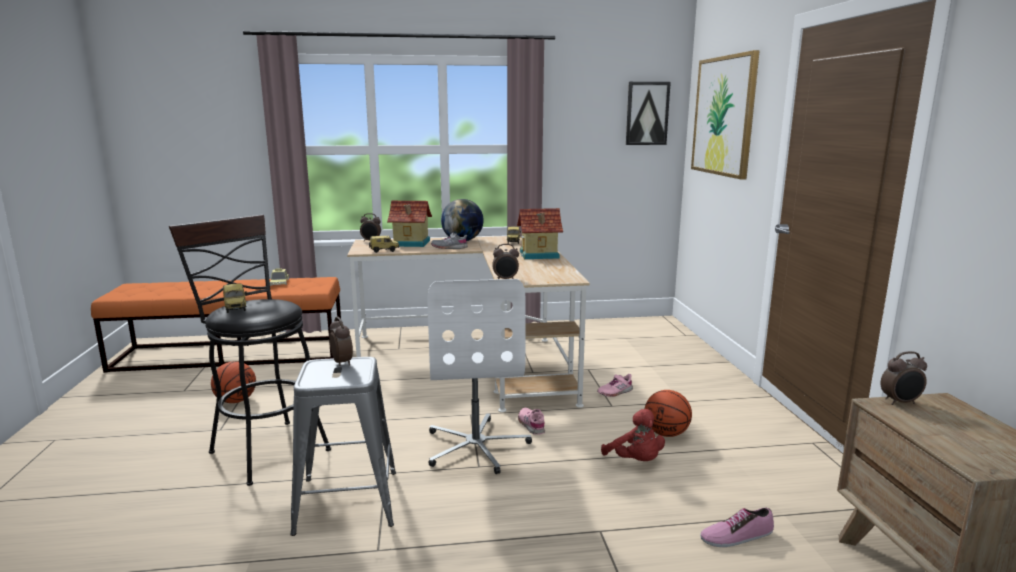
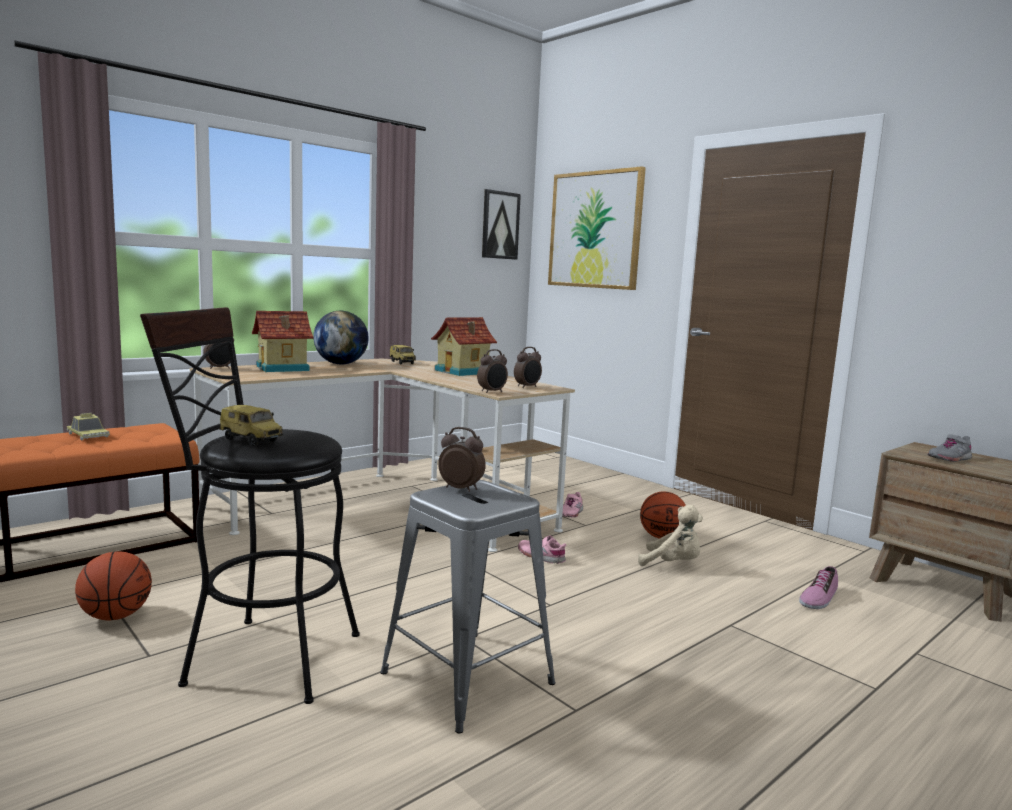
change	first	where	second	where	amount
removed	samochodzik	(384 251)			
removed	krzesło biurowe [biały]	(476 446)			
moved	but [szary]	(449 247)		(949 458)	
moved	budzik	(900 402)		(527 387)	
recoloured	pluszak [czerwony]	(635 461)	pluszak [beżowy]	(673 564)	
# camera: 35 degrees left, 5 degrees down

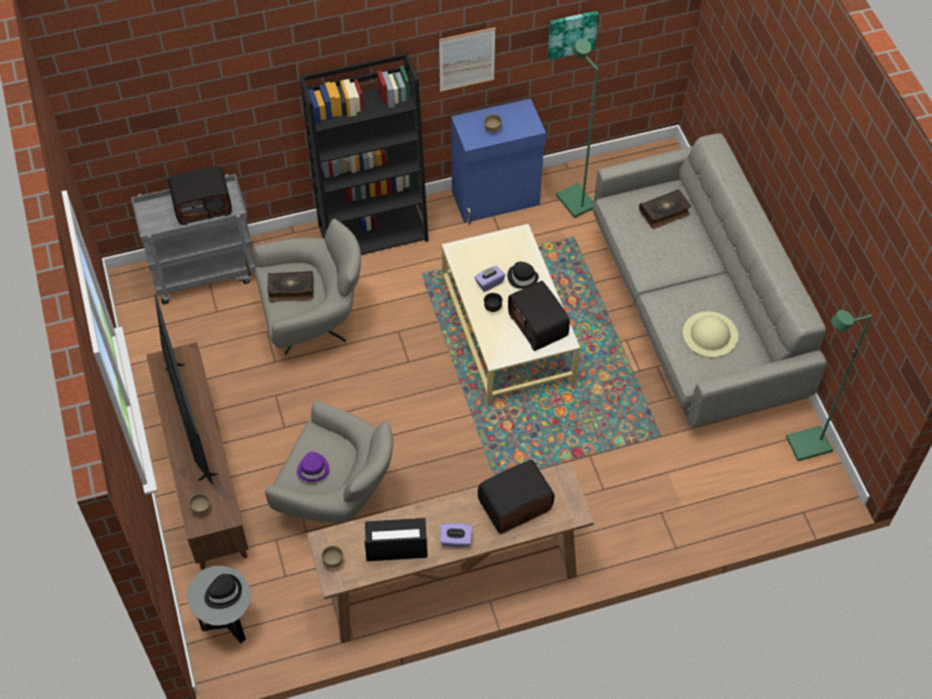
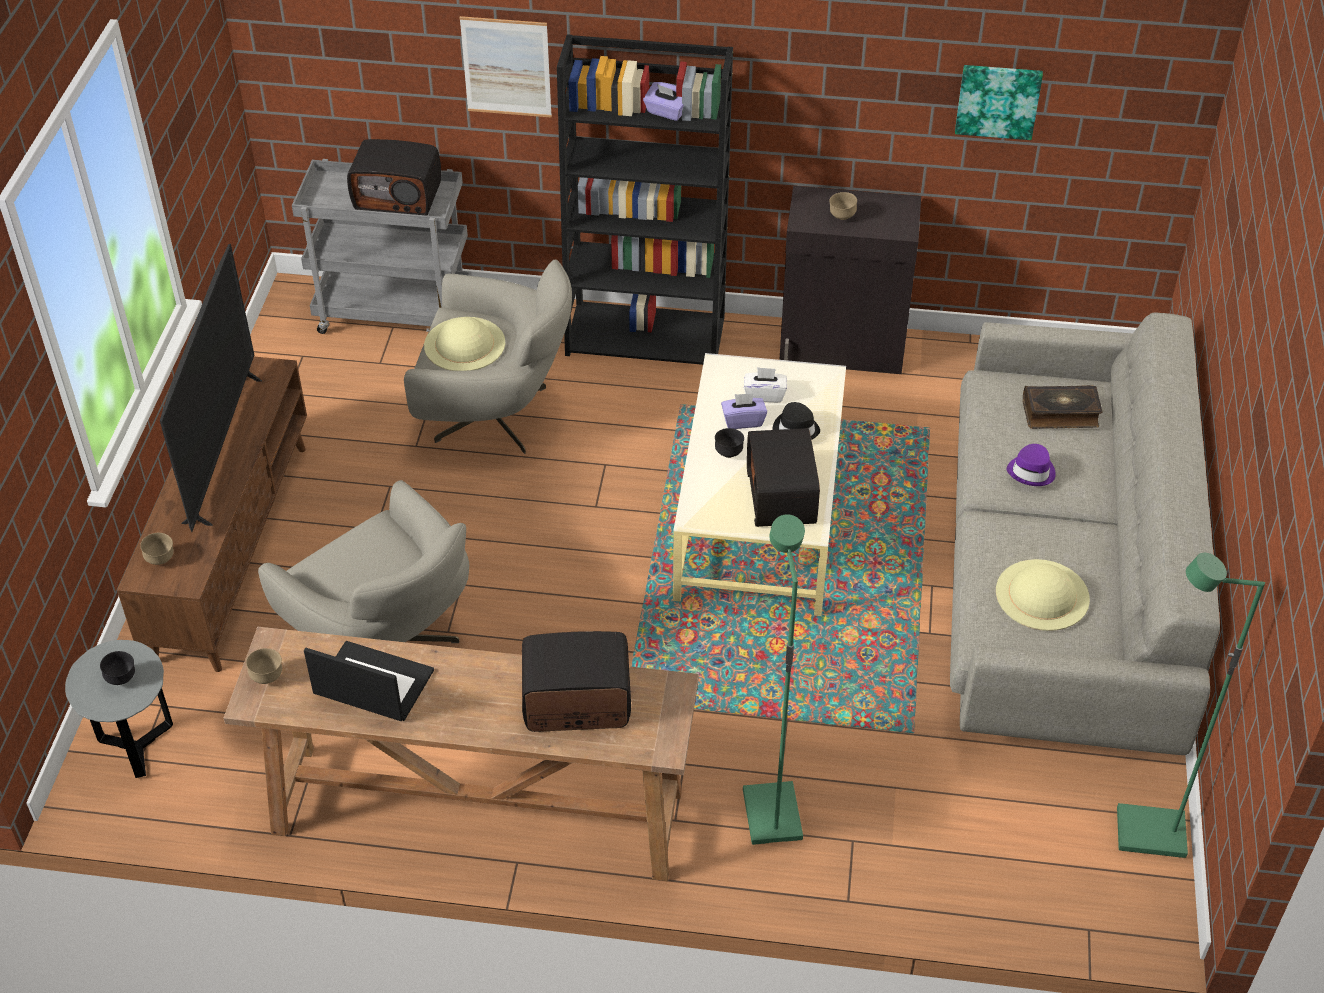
change	first	where	second	where	amount
added			pudełko chusteczek [biały]	(764 395)	
moved	kapelusz [fioletowy]	(313 469)		(1032 471)	
moved	obraz	(467 59)		(506 67)	
moved	pudełko chusteczek [fioletowy]	(455 540)		(666 112)	
moved	lampa stojąca [zielony]	(574 202)		(770 814)	
replaced	kapelusz [czarny]	(223 592)	miska [czarny]	(122 679)	
replaced	książka	(291 290)	kapelusz [beżowy]	(464 344)	
recoloured	szafka [niebieski]	(496 199)	szafka [czarny]	(843 348)	
# camera: 25 degrees right, 10 degrees down

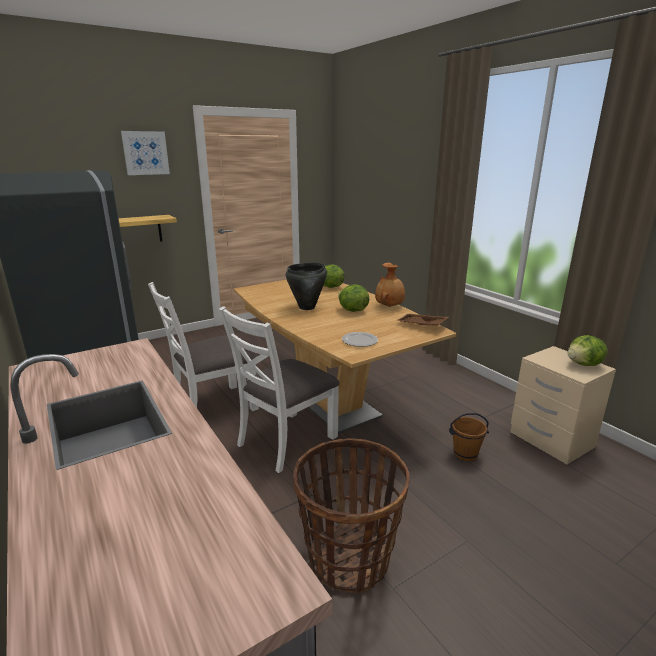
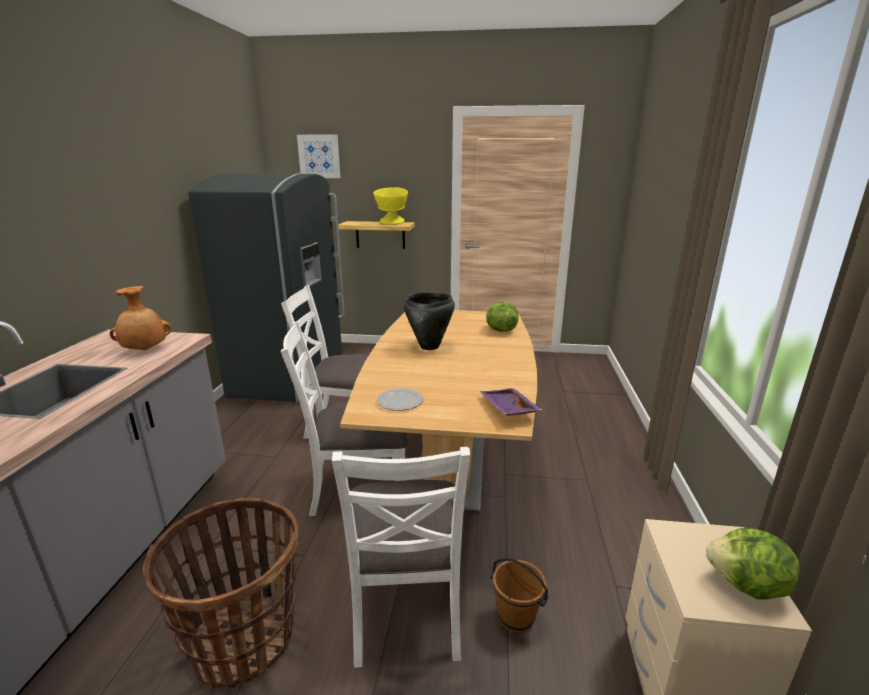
change	first	where	second	where	amount
removed	sałata	(352 310)			
added			krzesło [biały]	(406 606)	
added			miska [żółty]	(391 223)	
moved	obraz	(145 153)		(319 156)	
moved	wazon [brązowy]	(390 306)		(145 350)	
recoloured	taca [brązowy]	(421 325)	taca [fioletowy]	(507 409)	
# camera: 40 degrees right, 0 degrees up

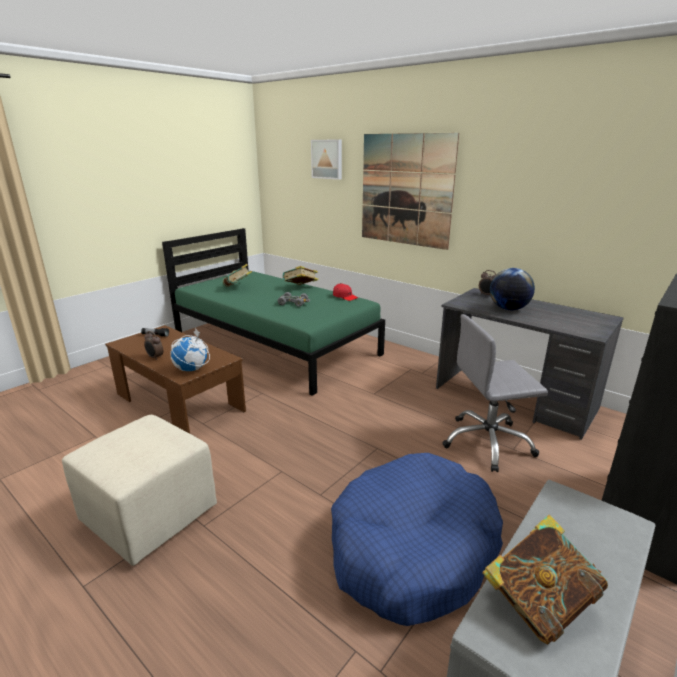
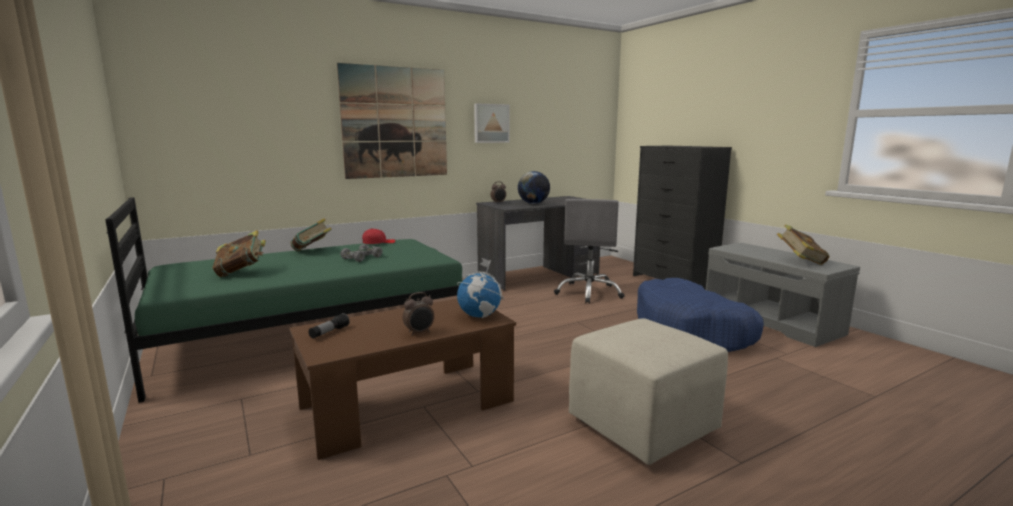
change	first	where	second	where	amount
moved	obraz	(327 159)		(491 123)	
# camera: 70 degrees left, 10 degrees down

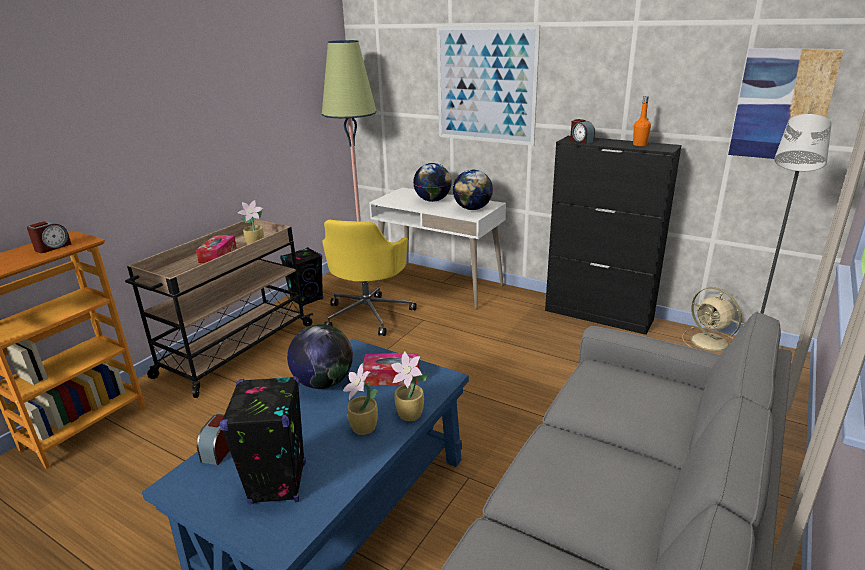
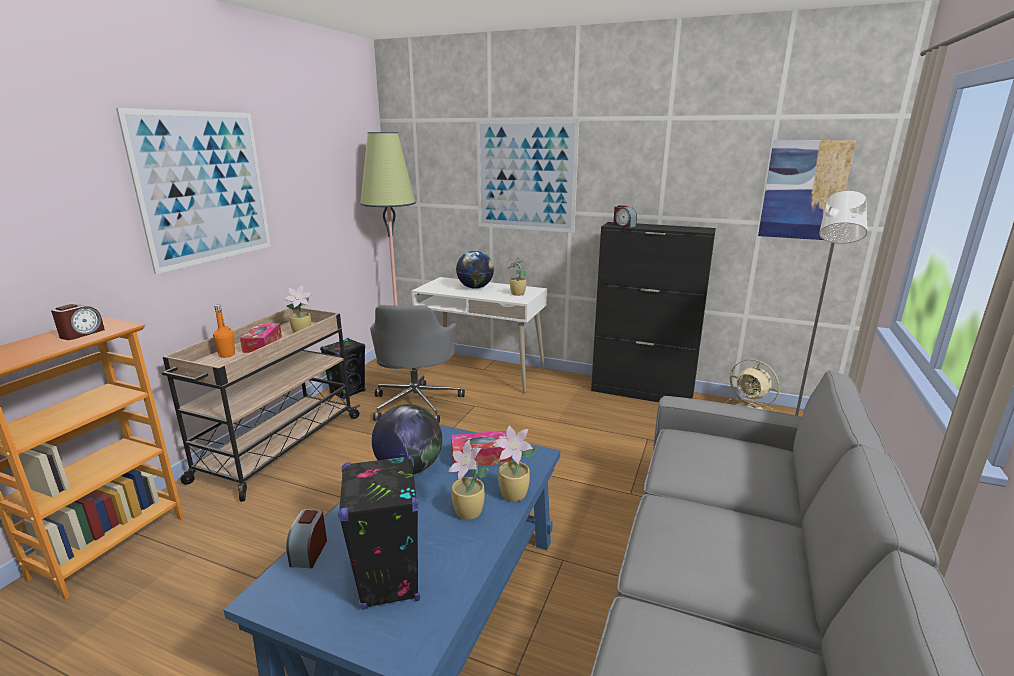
change	first	where	second	where	amount
added			obraz	(204 188)	
moved	butelka [pomarańczowy]	(639 145)		(227 355)	
replaced	globus	(472 209)	roślina doniczkowa	(517 294)	
recoloured	krzesło biurowe [żółty]	(369 314)	krzesło biurowe [szary]	(417 403)	
# camera: 10 degrees left, 5 degrees down

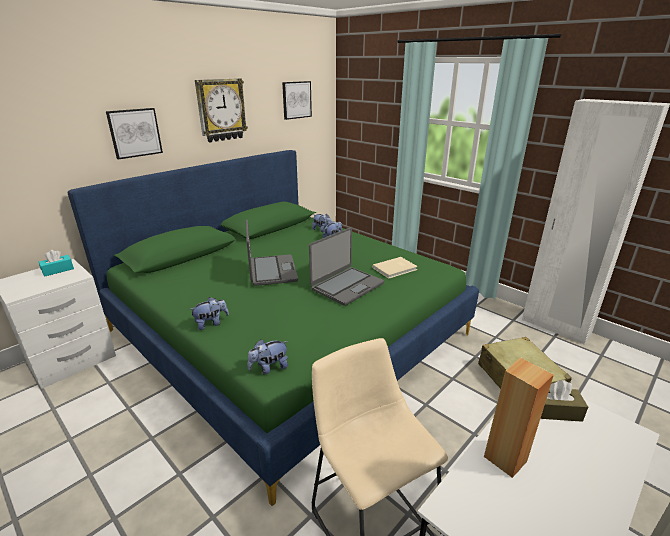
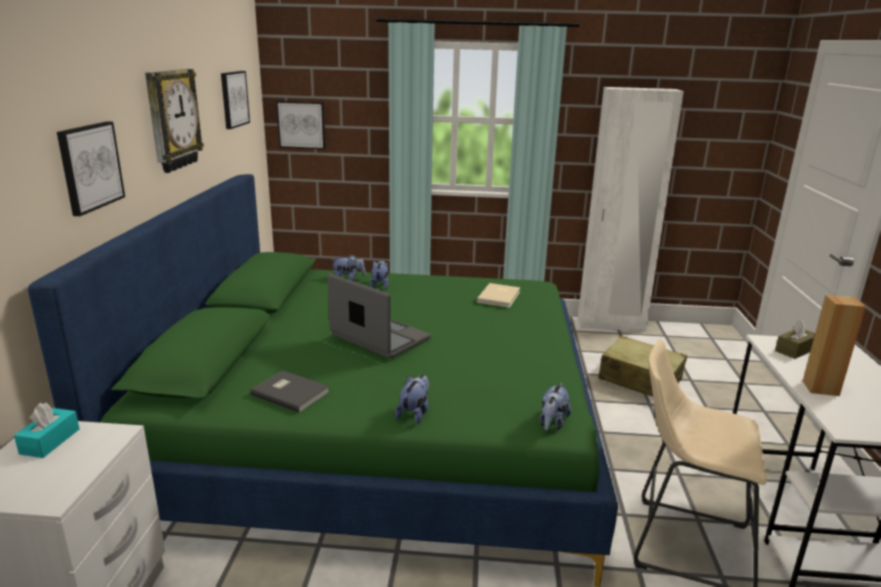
change	first	where	second	where	amount
removed	laptop	(346 286)			
added			książka [szary]	(291 392)	
added			obraz	(301 125)	
# camera: 40 degrees left, 5 degrees down

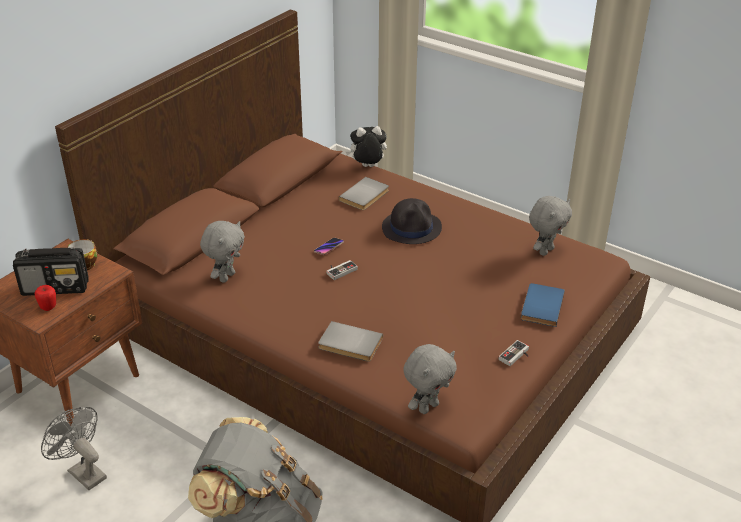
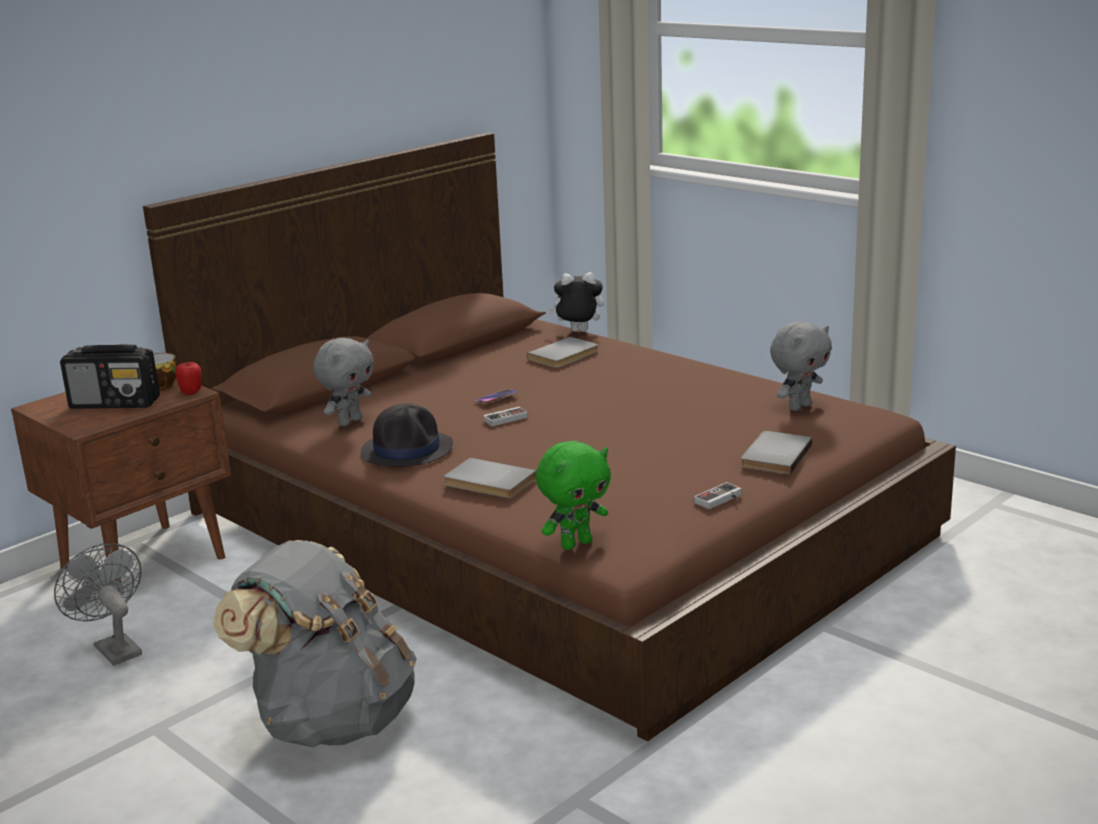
change	first	where	second	where	amount
moved	jabłko	(48 307)		(191 392)	
moved	kapelusz [czarny]	(412 228)		(408 450)	
recoloured	pluszak [szary]	(428 407)	pluszak [zielony]	(576 544)	
recoloured	książka [niebieski]	(540 306)	książka [szary]	(773 456)	
# camera: 10 degrees right, 15 degrees down

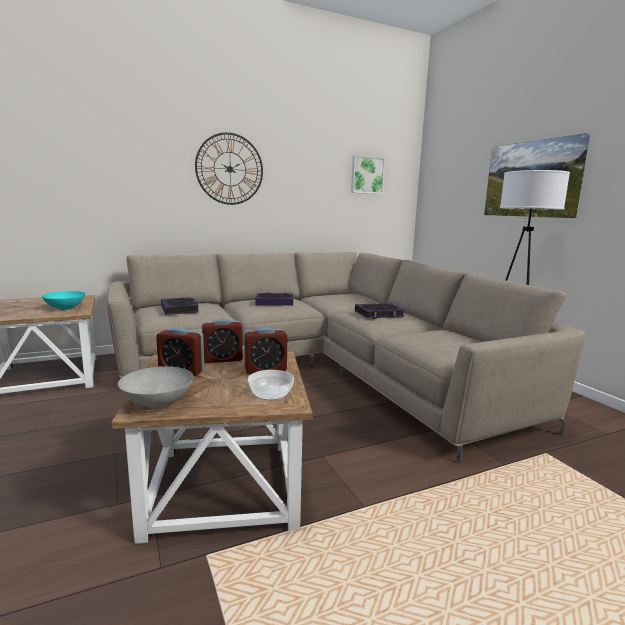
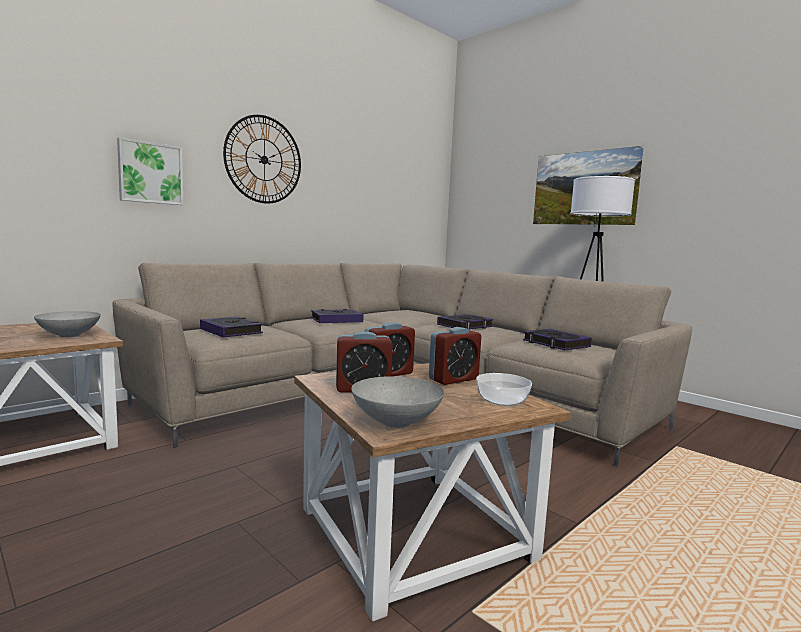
change	first	where	second	where	amount
added			książka	(555 344)	
moved	obraz	(367 175)		(150 173)	
recoloured	miska [turkusowy]	(64 308)	miska [szary]	(68 336)	
# camera: 20 degrees left, 5 degrees down

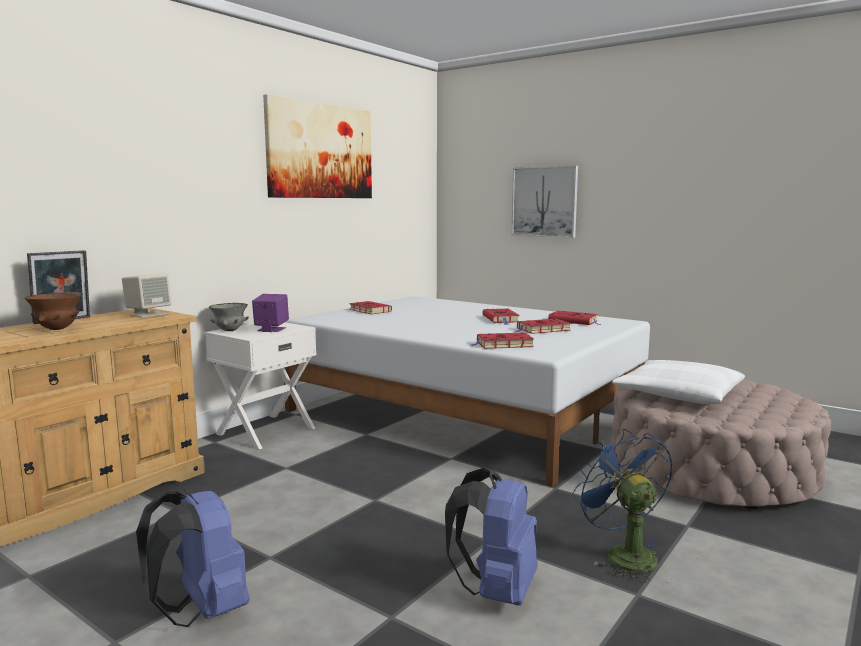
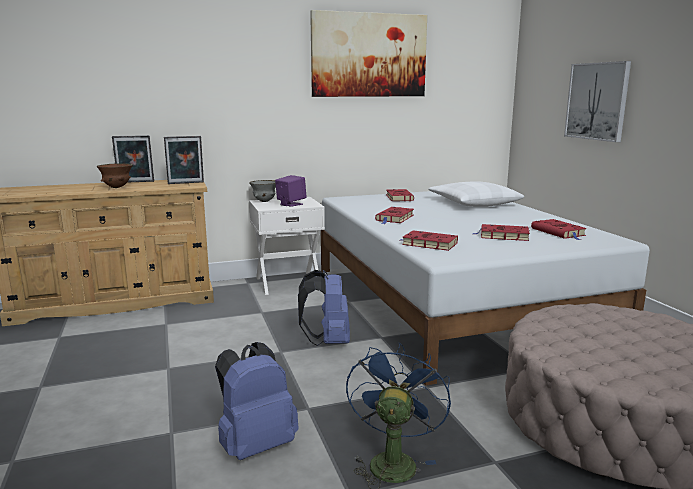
change	first	where	second	where	amount
moved	plecak [niebieski]	(202 611)		(328 341)	
moved	książka [czerwony]	(501 319)		(394 218)	
moved	poduszka [biały]	(678 394)		(473 203)	
replaced	głośnik [beżowy]	(148 314)	ramka na zdjęcie	(186 183)	
# camera: 35 degrees right, 5 degrees up

